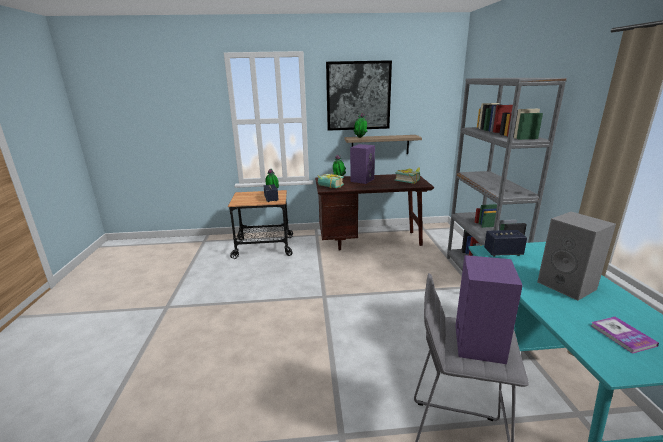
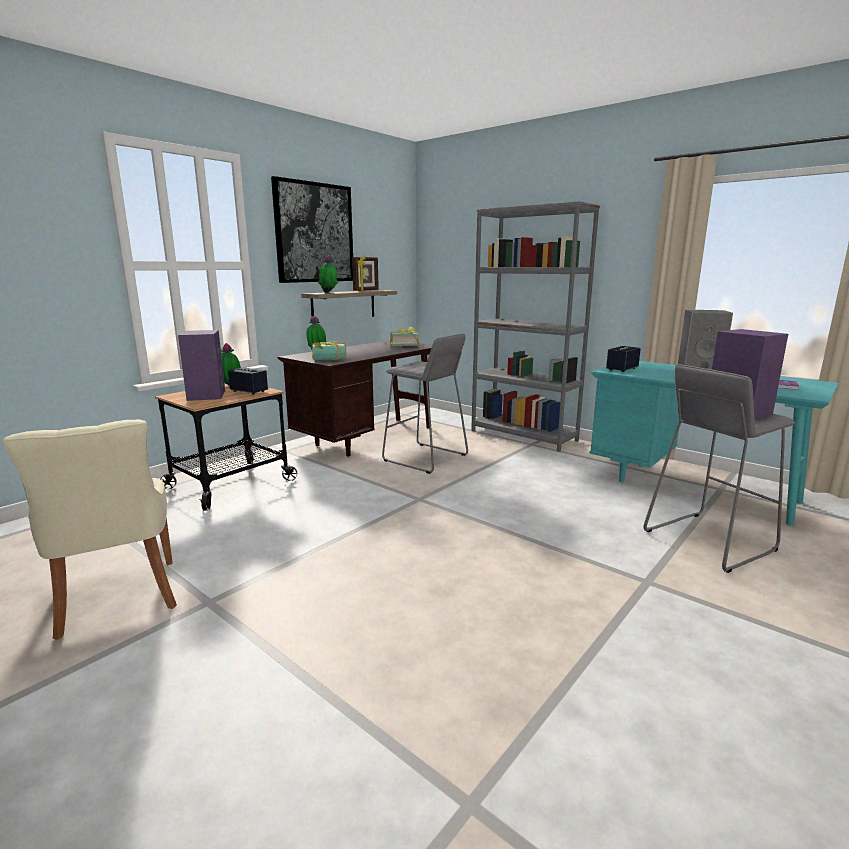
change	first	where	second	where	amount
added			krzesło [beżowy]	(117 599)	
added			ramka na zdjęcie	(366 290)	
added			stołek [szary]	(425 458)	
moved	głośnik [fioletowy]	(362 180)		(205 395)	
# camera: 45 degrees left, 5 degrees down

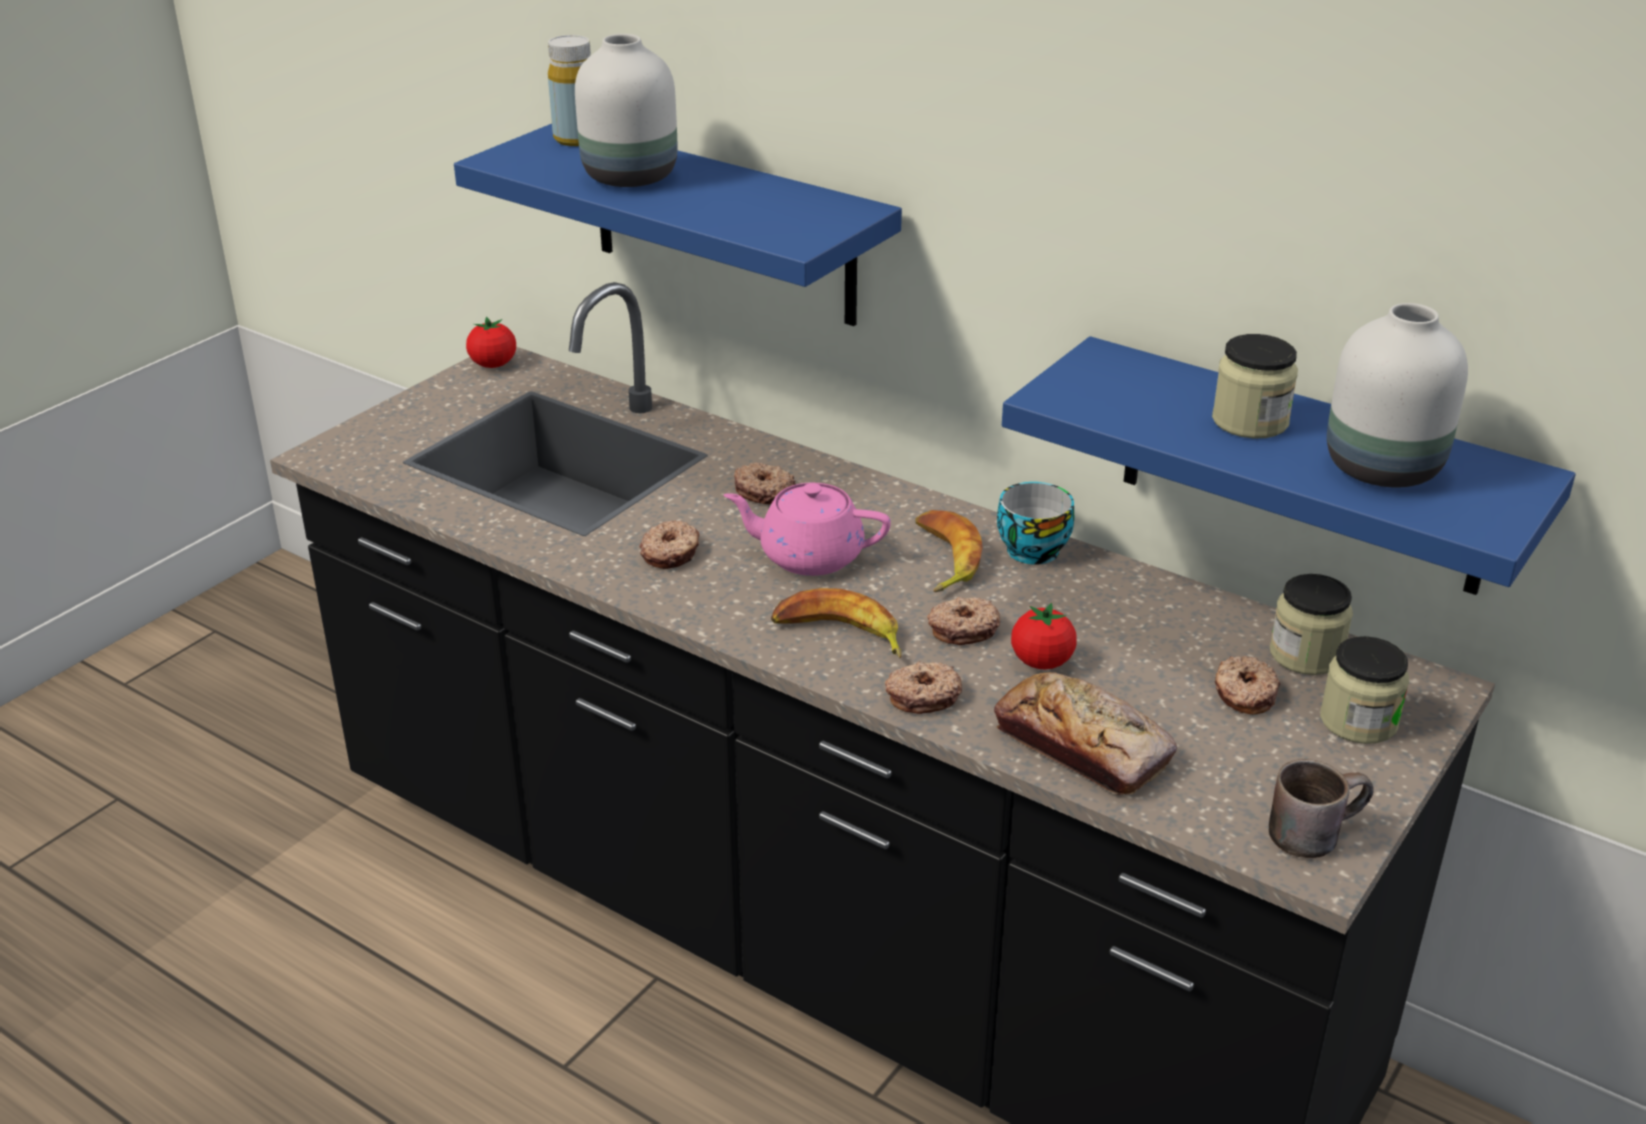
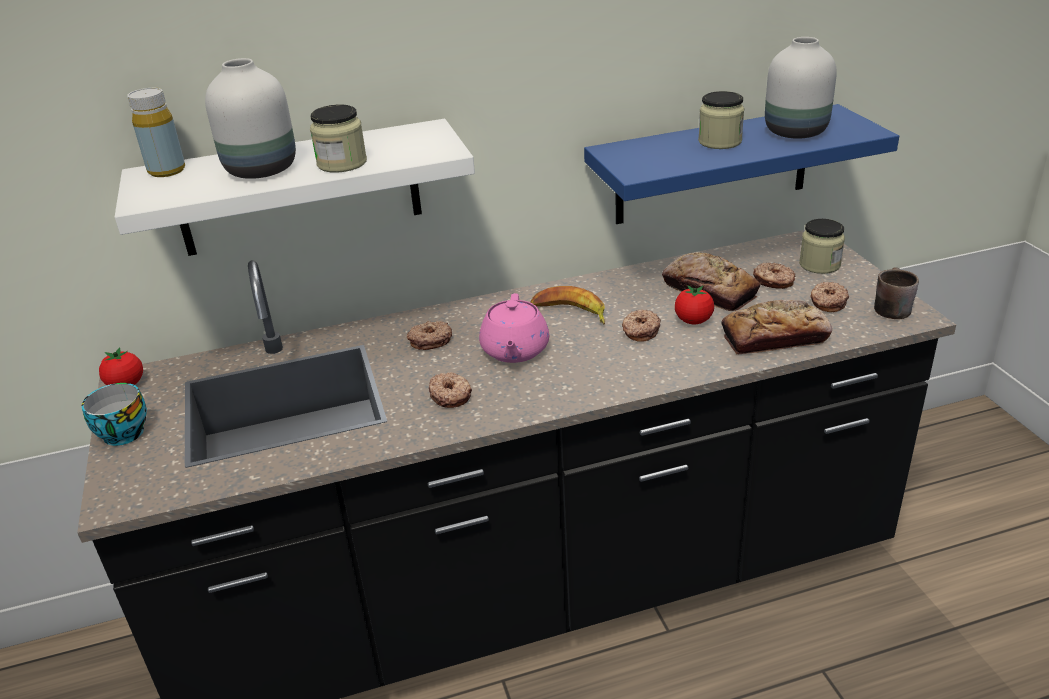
change	first	where	second	where	amount
removed	banan	(839 635)			
added			chleb	(709 290)	
moved	donut	(923 696)		(827 302)	
moved	filiżanka	(1031 548)		(121 433)	
moved	słoik	(1306 655)		(342 163)	
recoloured	półka [niebieski]	(723 224)	półka [biały]	(299 189)	
turned	imbryk [różowy]	(808 556)		(515 351)	45 degrees counterclockwise
# camera: 50 degrees left, 0 degrees up

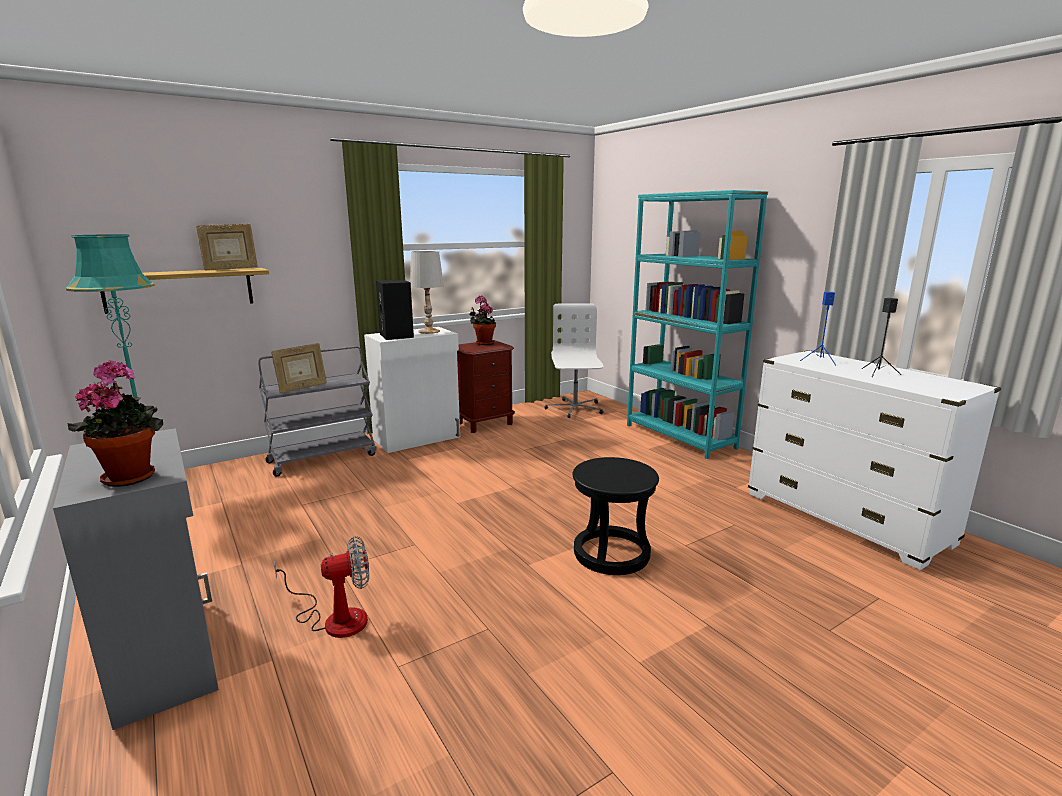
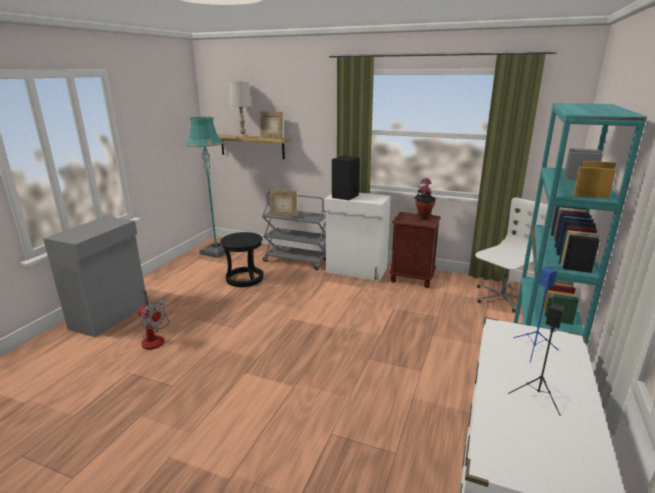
change	first	where	second	where	amount
removed	roślina doniczkowa	(131 476)			
moved	lampa stołowa [biały]	(428 331)		(243 137)	
moved	stołek [czarny]	(612 553)		(245 279)	
# camera: 55 degrees right, 5 degrees up

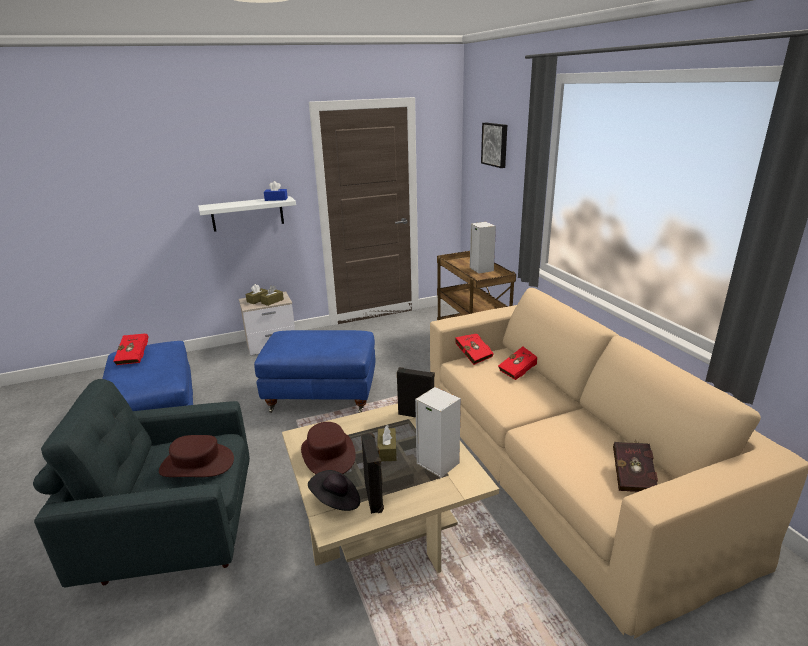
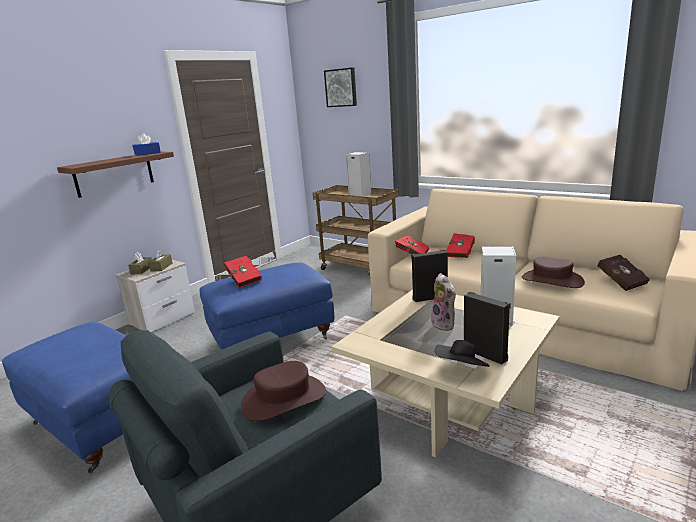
change	first	where	second	where	amount
moved	książka [czerwony]	(135 356)		(244 280)	
moved	kapelusz [brązowy]	(328 454)		(552 280)	
replaced	pudełko chusteczek [brązowy]	(387 450)	pluszak	(445 325)	
recoloured	półka [biały]	(247 214)	półka [brązowy]	(114 174)	
# camera: 30 degrees left, 5 degrees down

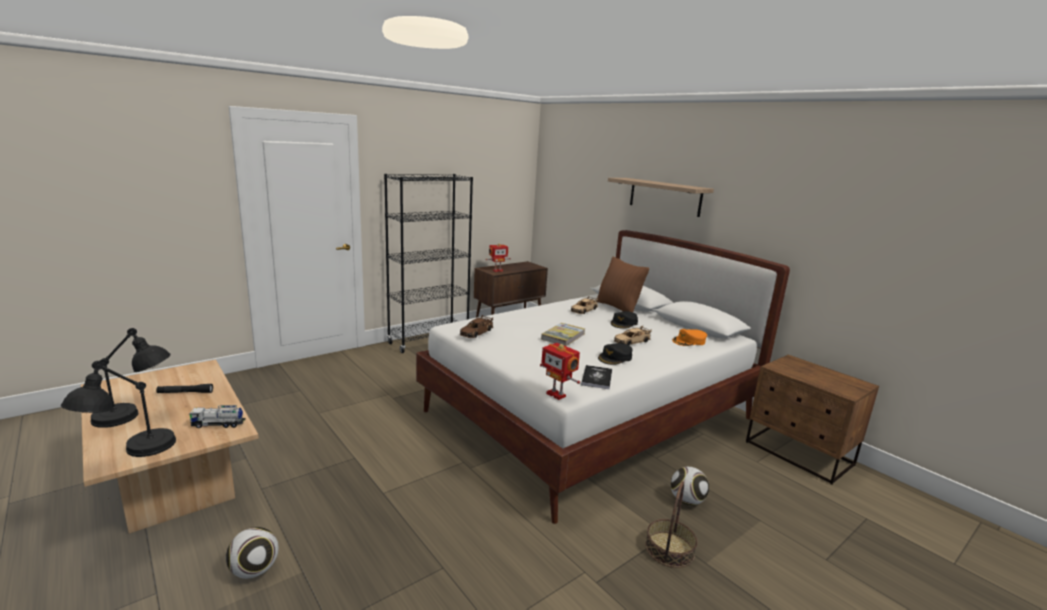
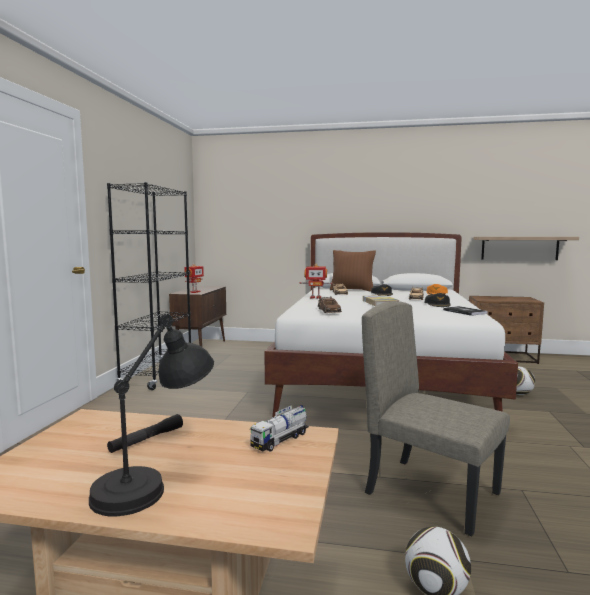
change	first	where	second	where	amount
removed	lampa stołowa [czarny]	(130 454)			
removed	koszyk	(669 549)			
added			krzesło [beżowy]	(432 493)	
moved	robot zabawkowy	(557 394)		(315 297)	
moved	półka	(664 196)		(519 248)	
# camera: 40 degrees left, 10 degrees down

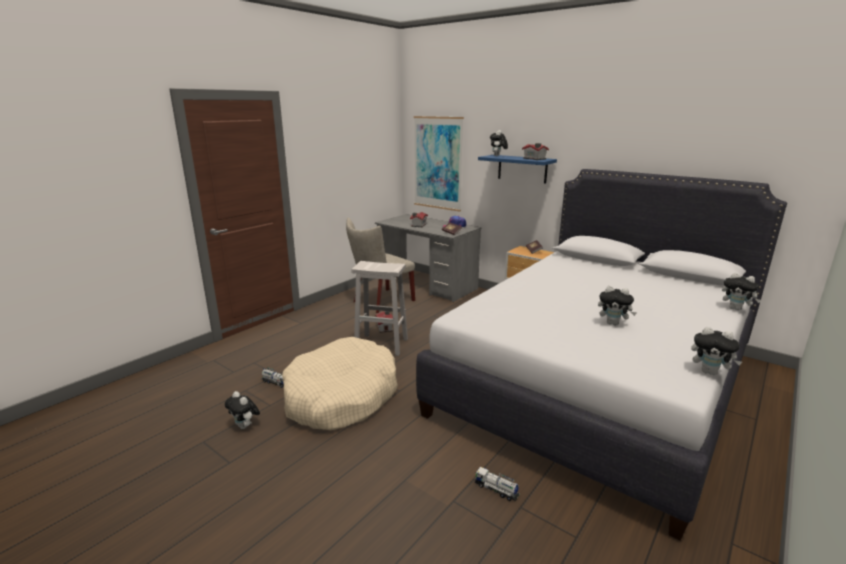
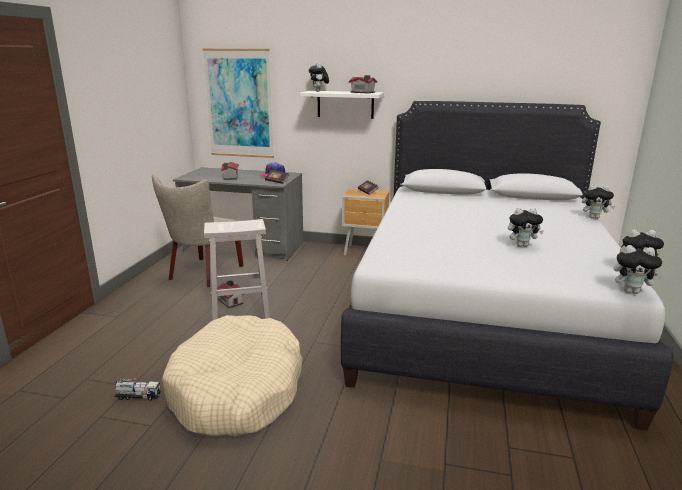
change	first	where	second	where	amount
removed	ciężarówka zabawkowa	(496 490)			
moved	pluszak	(245 426)		(632 291)	
recoloured	półka [niebieski]	(522 168)	półka [biały]	(345 104)	
# camera: 25 degrees left, 0 degrees up

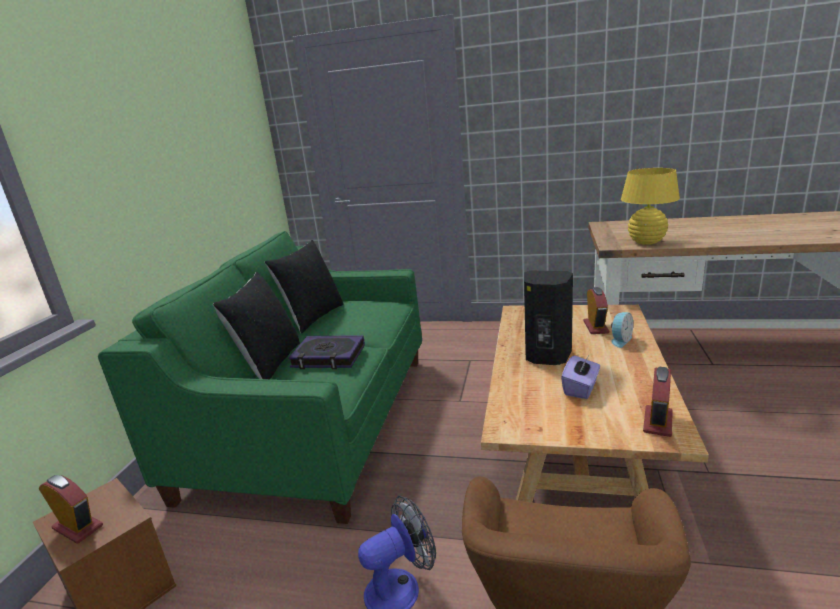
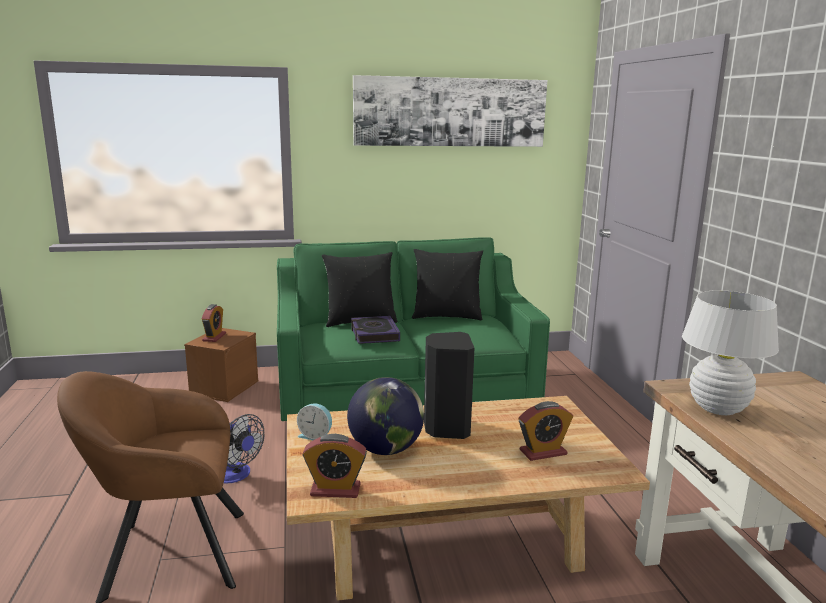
change	first	where	second	where	amount
added			obraz	(450 112)	
moved	budzik	(620 340)		(316 436)	
replaced	pudełko chusteczek [fioletowy]	(581 388)	globus	(386 449)	
recoloured	lampa stołowa [żółty]	(646 242)	lampa stołowa [biały]	(718 408)	
# camera: 65 degrees right, 5 degrees down

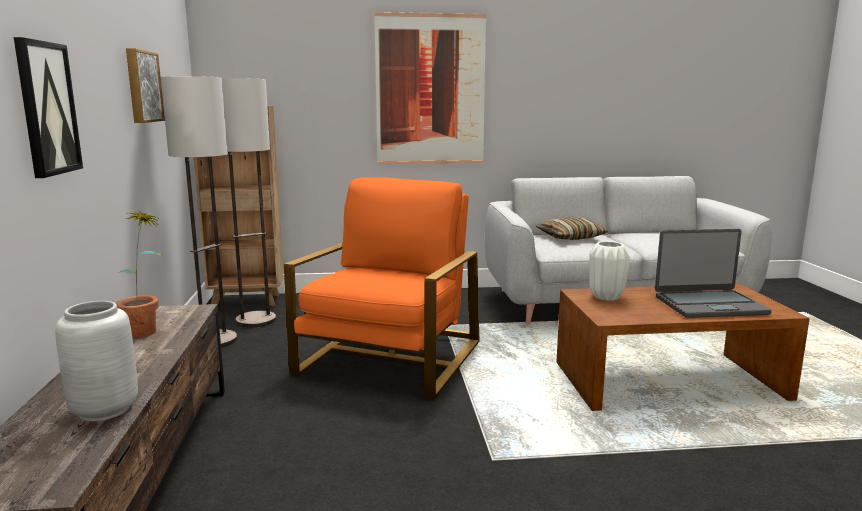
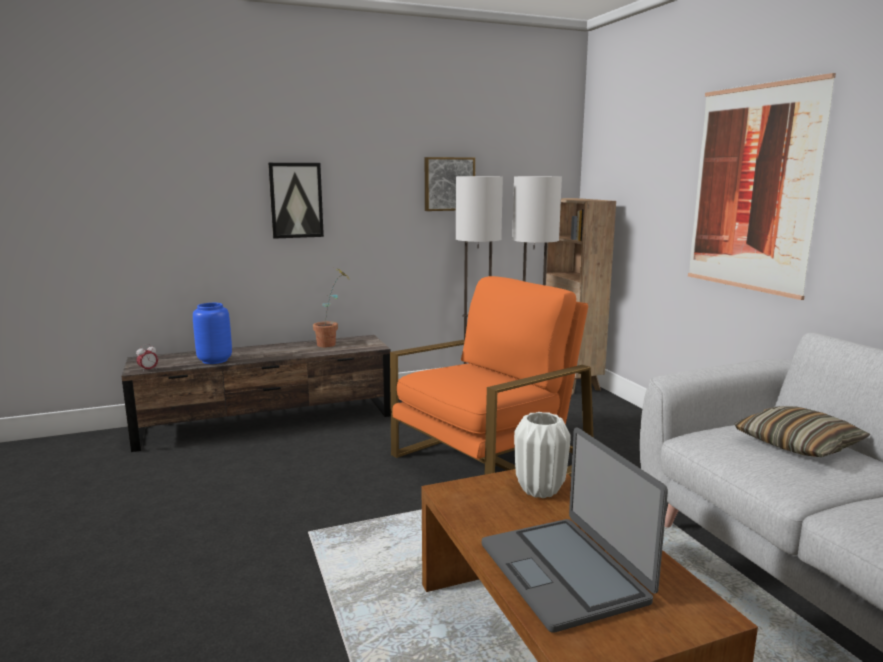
change	first	where	second	where	amount
added			budzik	(148 370)	
recoloured	wazon [szary]	(106 410)	wazon [niebieski]	(215 361)	
turned	fotel [pomarańczowy]	(390 359)		(490 460)	45 degrees counterclockwise
# camera: 75 degrees right, 0 degrees up

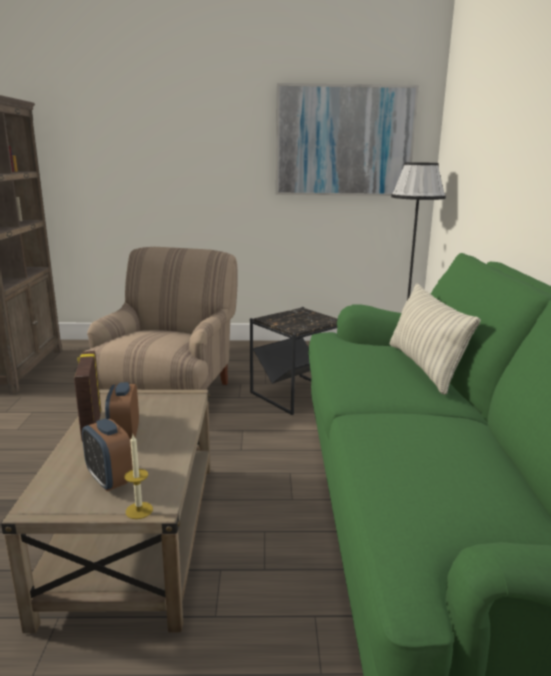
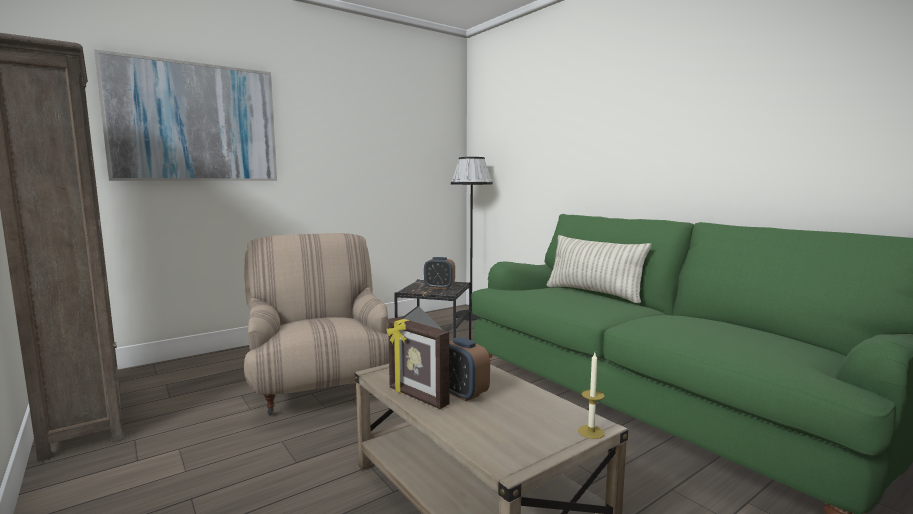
change	first	where	second	where	amount
moved	budzik	(110 480)		(439 287)	
moved	obraz	(344 141)		(194 123)	
# camera: 35 degrees left, 10 degrees down

